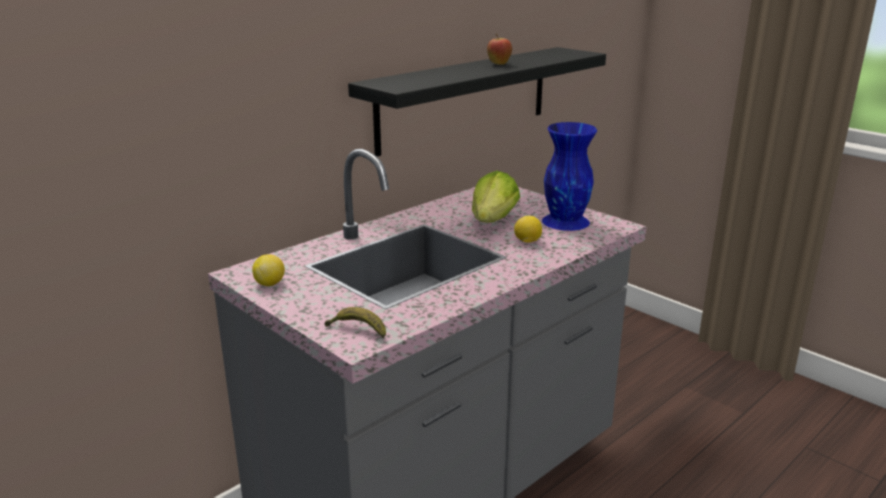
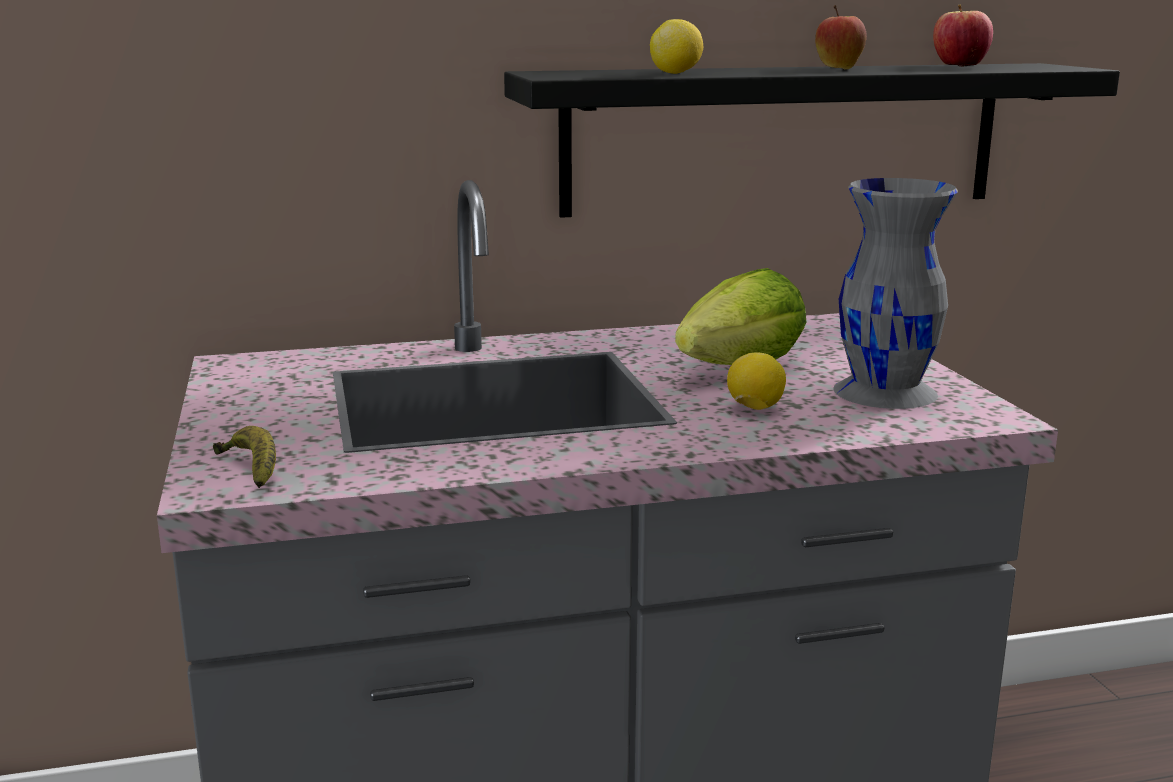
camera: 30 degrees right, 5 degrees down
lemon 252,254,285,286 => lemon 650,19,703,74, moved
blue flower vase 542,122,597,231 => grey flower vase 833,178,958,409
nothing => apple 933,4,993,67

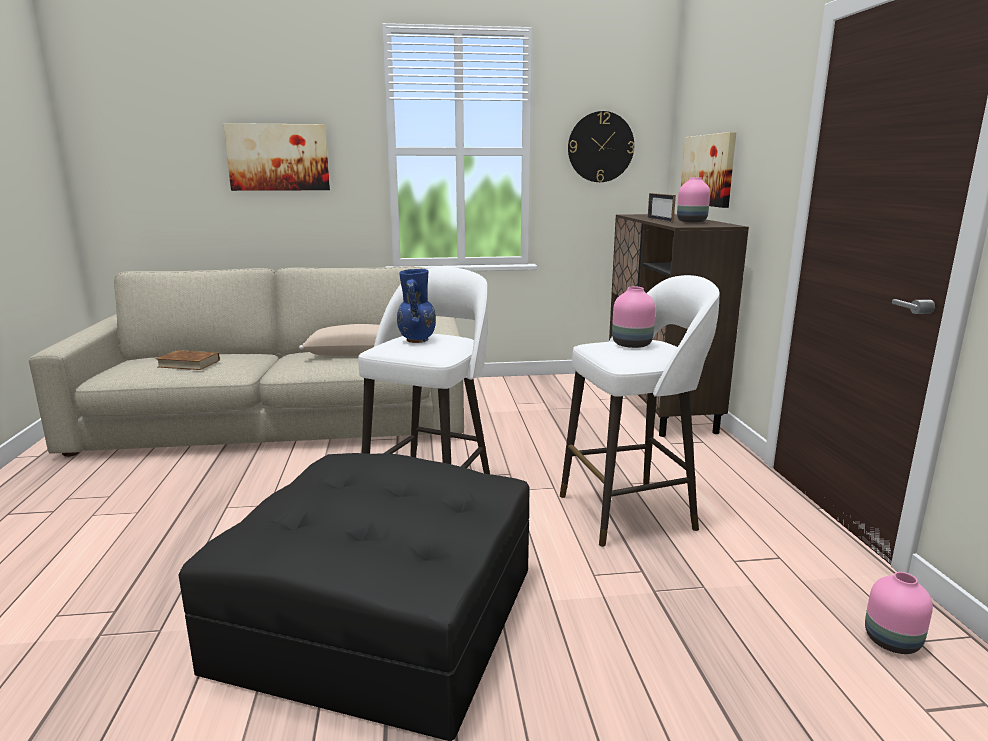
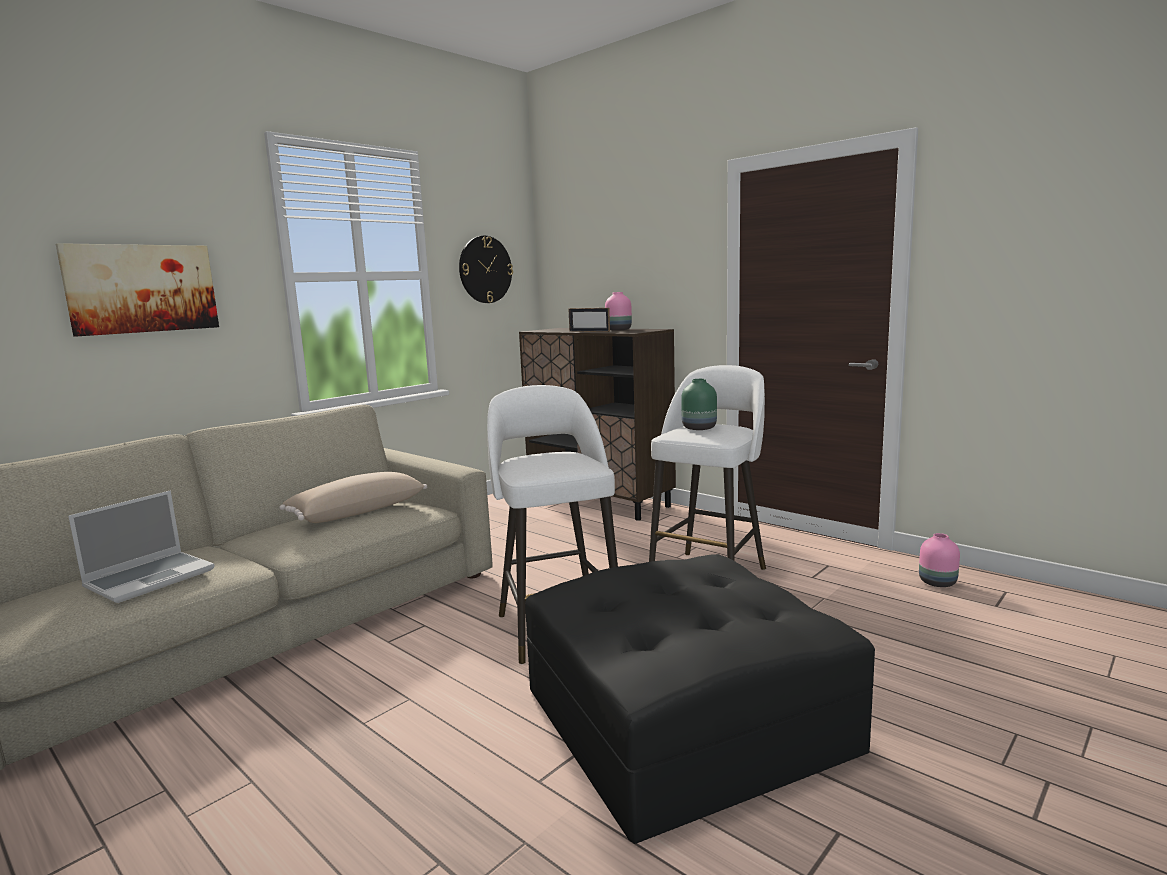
camera: 40 degrees left, 5 degrees down
brown-coloured book 156,350,220,370 => portable computer 68,490,215,603
blue flower vase 397,269,436,343 => nothing
pinkish flower vase 612,287,656,348 => green flower vase 681,379,717,430
wall art 681,132,736,208 => nothing

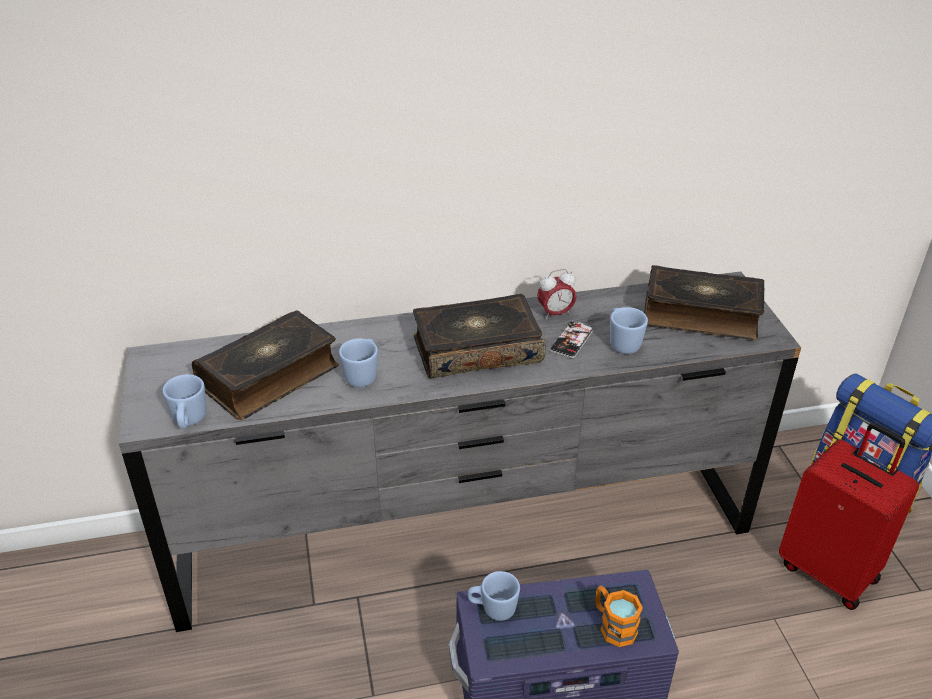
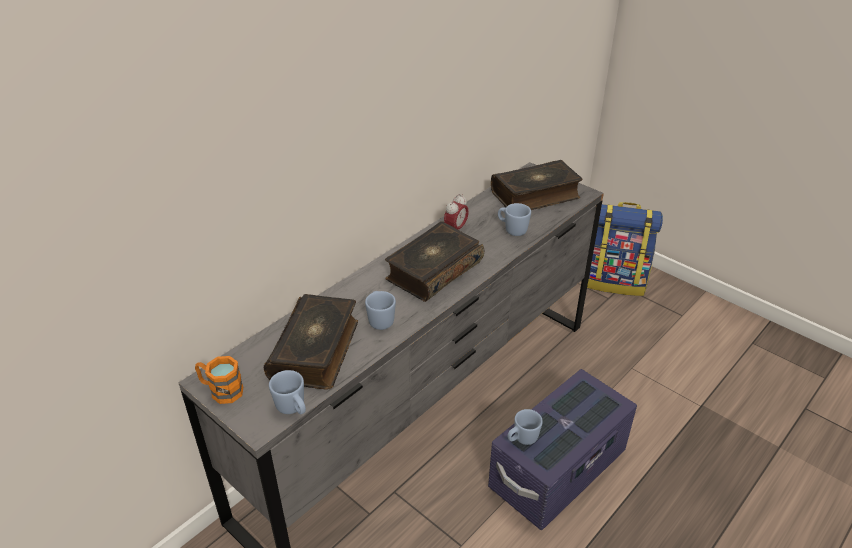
camera: 35 degrees left, 0 degrees up
telephone 550,320,593,358 => nothing
orange-coloured tea mug 595,586,643,647 => orange-coloured tea mug 195,356,243,404, moved
red-coloured travel case 779,423,919,610 => nothing

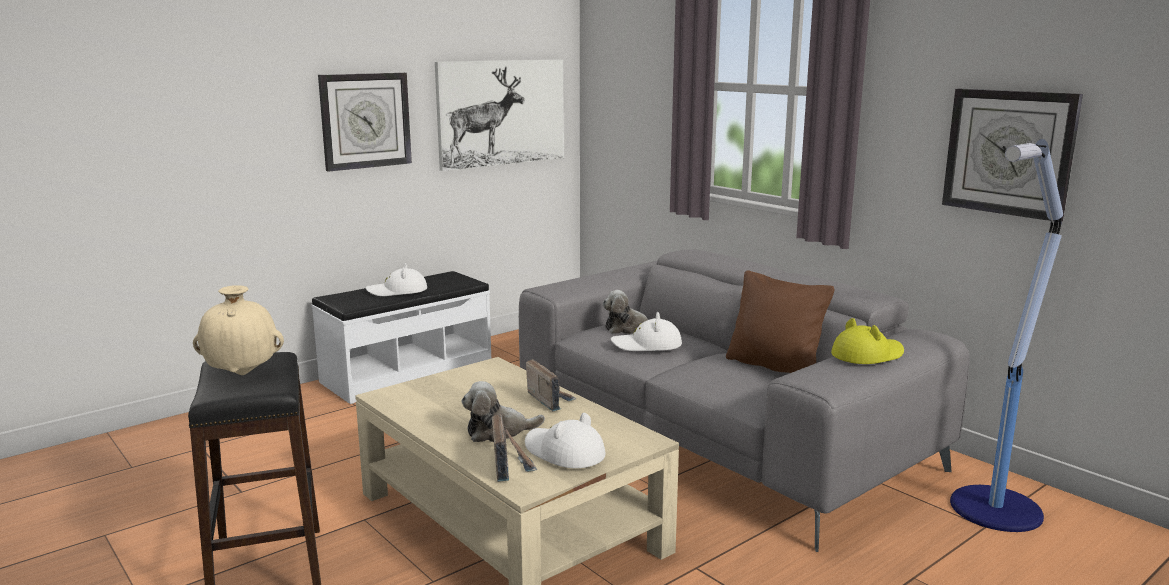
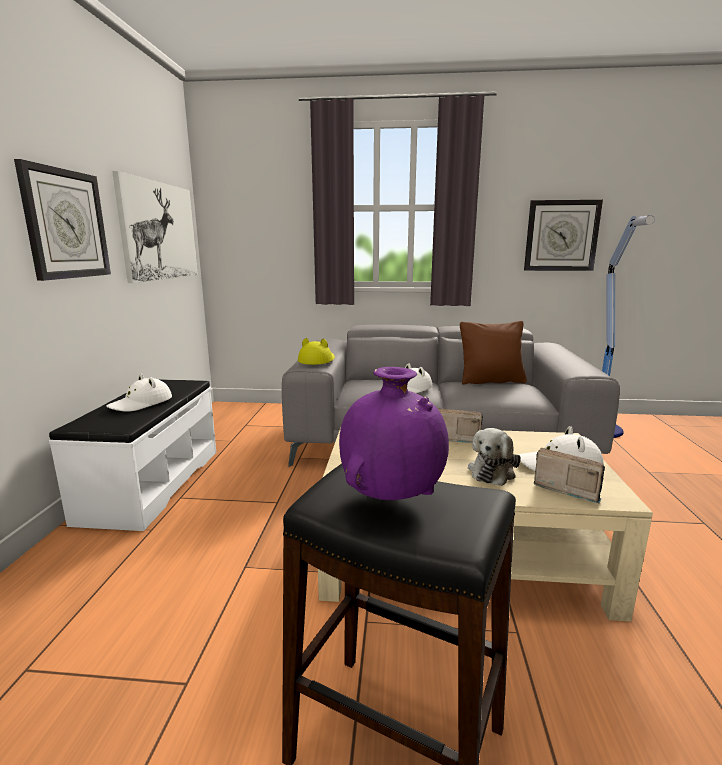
camera: 45 degrees left, 0 degrees up
beige flower vase 193,285,284,375 => purplish flower vase 339,367,449,500
soft toy 602,290,661,334 => nothing
yellowish clothing hat 831,318,904,364 => yellowish clothing hat 298,338,335,365, moved

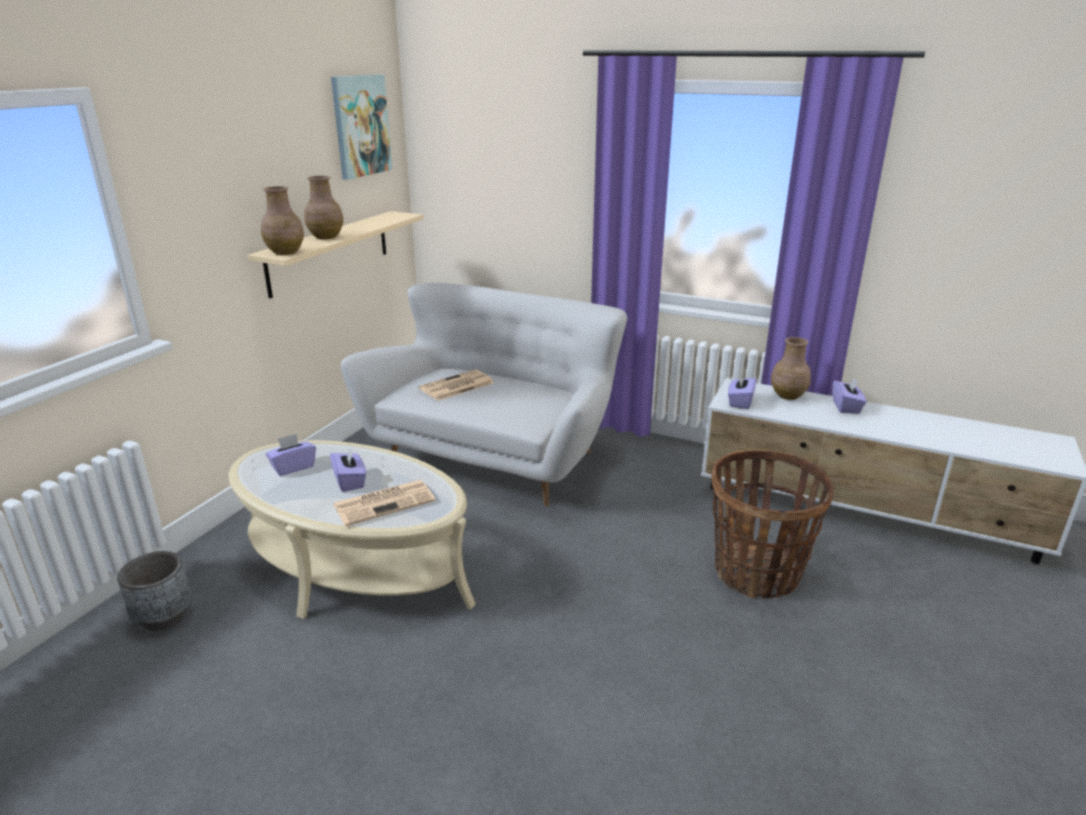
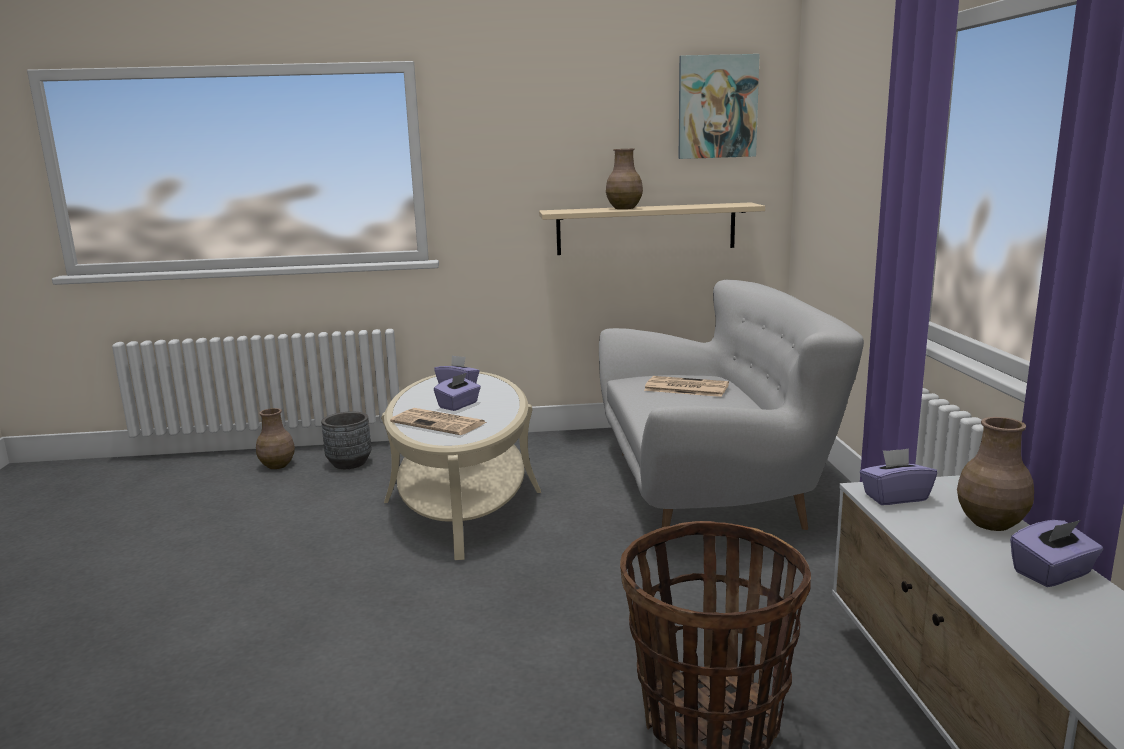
camera: 60 degrees right, 10 degrees down
brown-coloured flower vase 261,186,304,255 => brown-coloured flower vase 256,408,295,469, moved

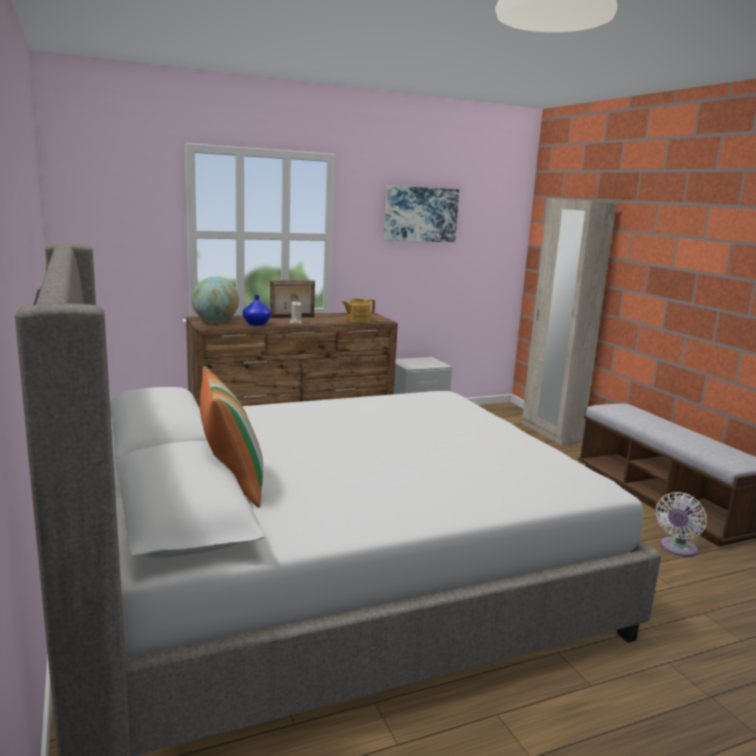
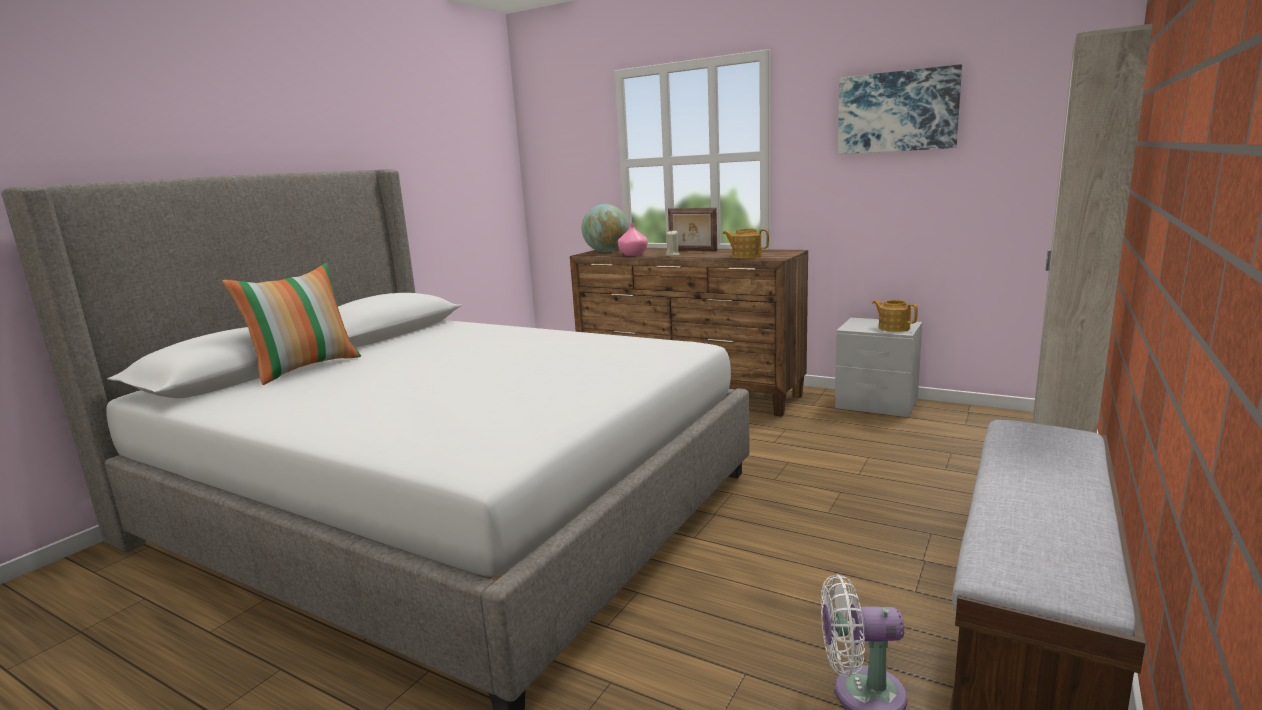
camera: 55 degrees right, 0 degrees up
blue flower vase 243,295,271,326 => pinkish flower vase 618,223,648,256
nothing => teapot 872,300,918,332

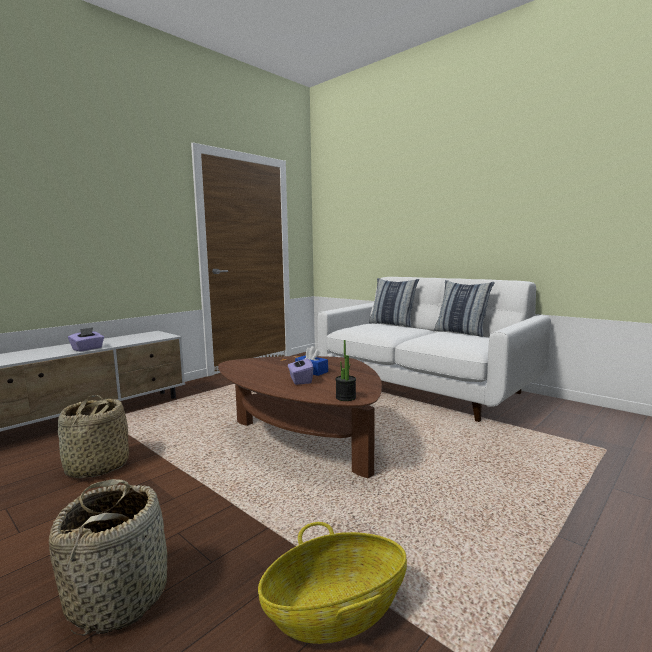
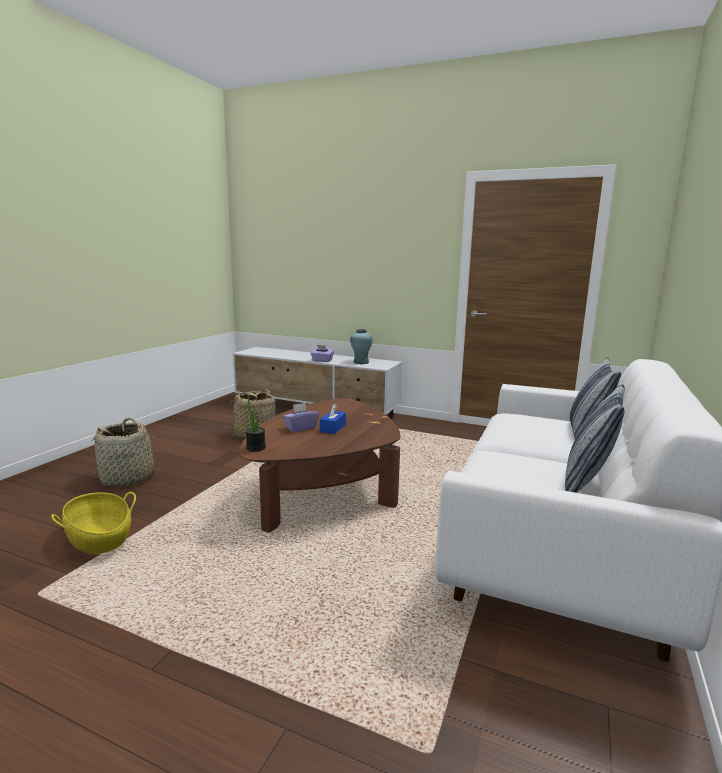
camera: 70 degrees right, 5 degrees up
nothing => turquoise flower vase 350,329,373,364

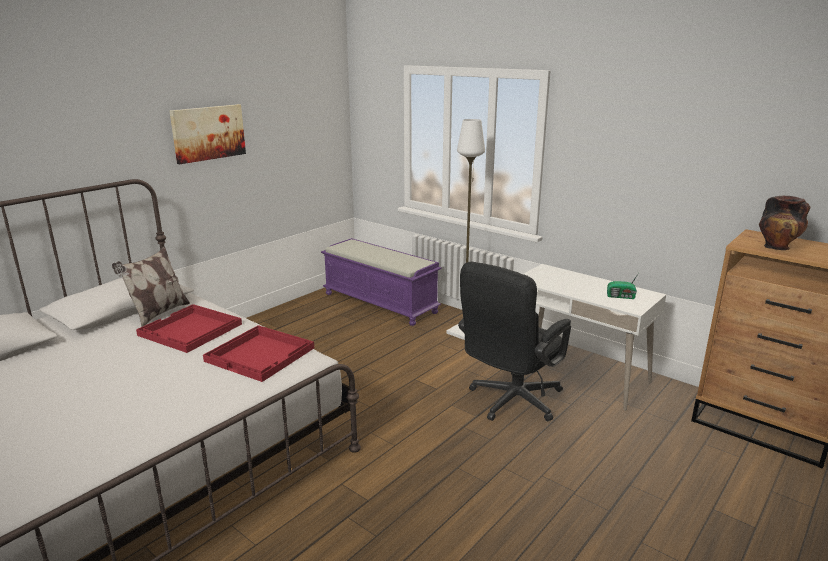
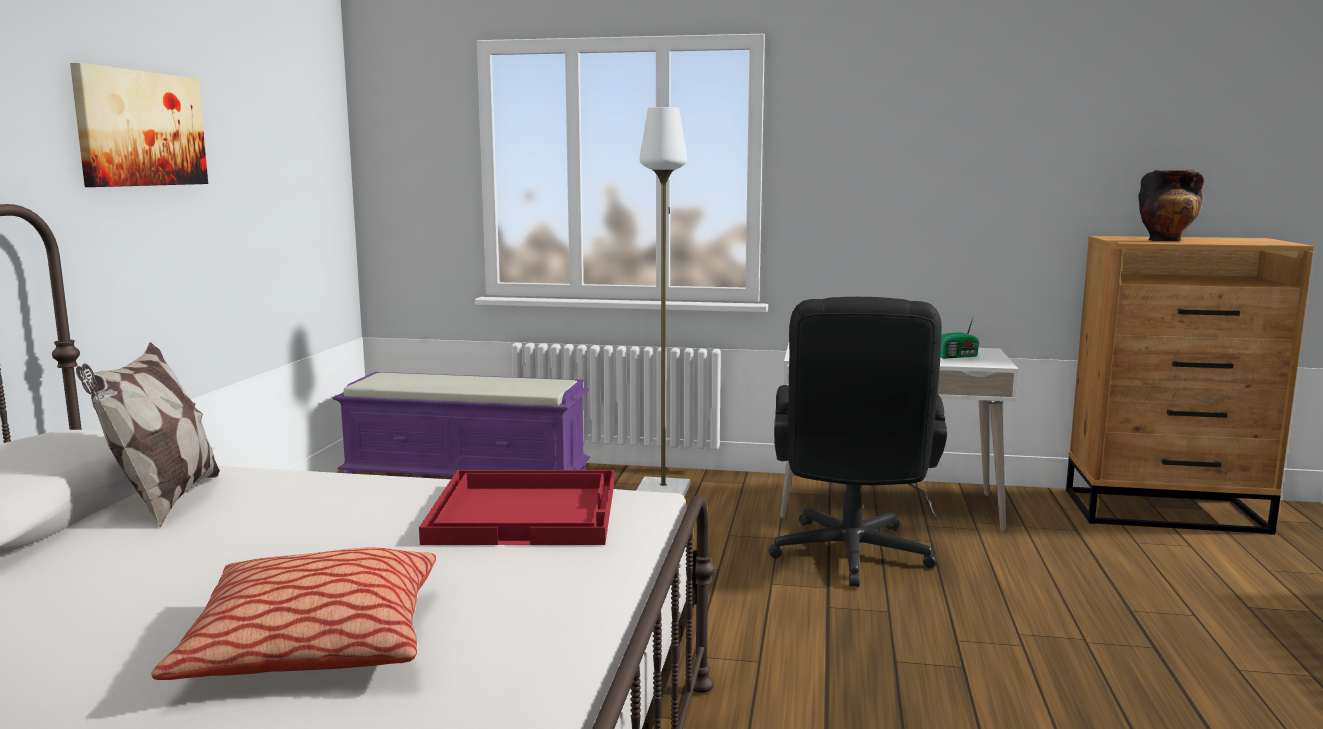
camera: 30 degrees left, 10 degrees down
red-coloured tray 136,304,242,353 => nothing
nothing => cushion 151,547,436,680

